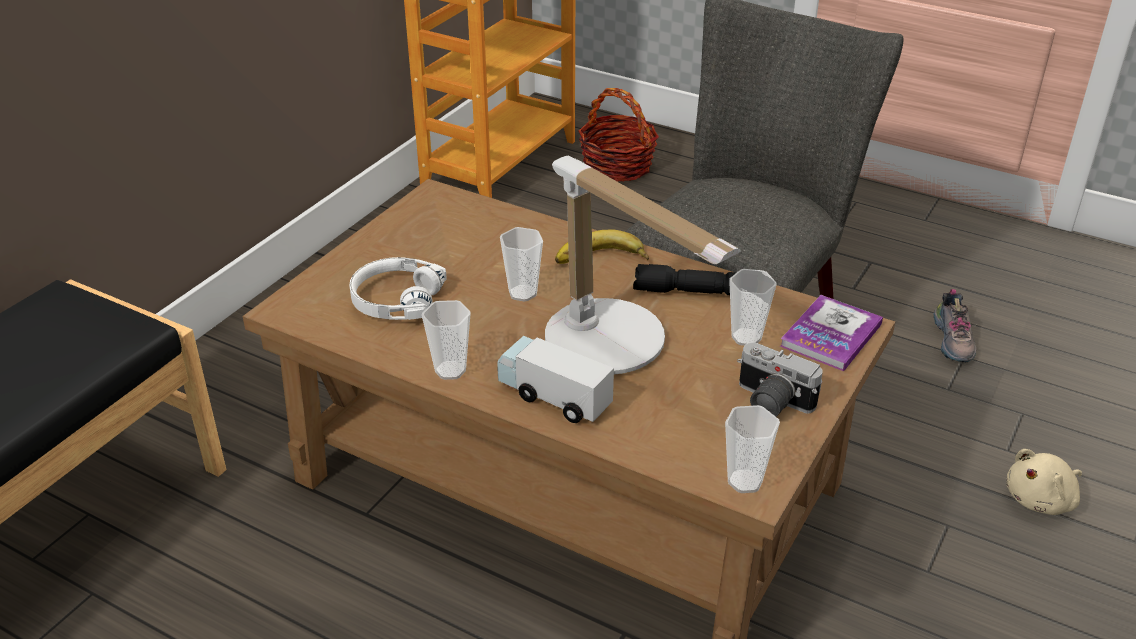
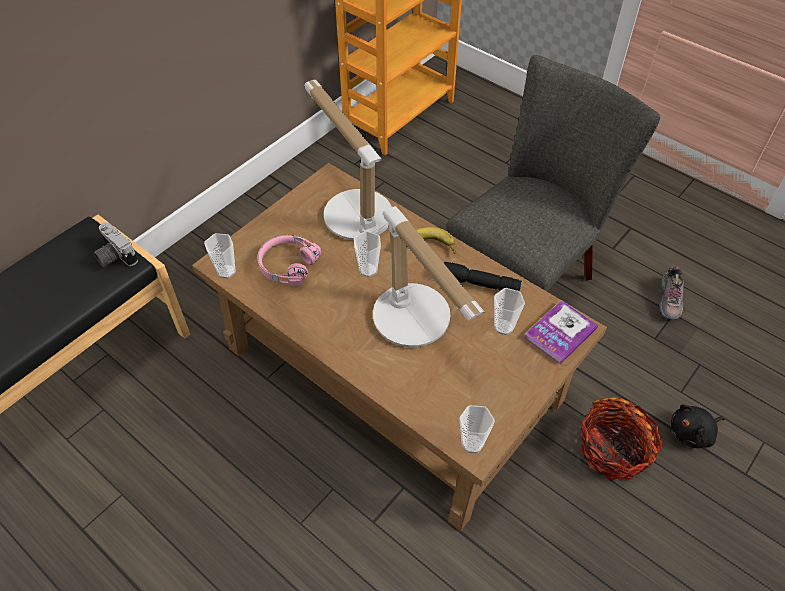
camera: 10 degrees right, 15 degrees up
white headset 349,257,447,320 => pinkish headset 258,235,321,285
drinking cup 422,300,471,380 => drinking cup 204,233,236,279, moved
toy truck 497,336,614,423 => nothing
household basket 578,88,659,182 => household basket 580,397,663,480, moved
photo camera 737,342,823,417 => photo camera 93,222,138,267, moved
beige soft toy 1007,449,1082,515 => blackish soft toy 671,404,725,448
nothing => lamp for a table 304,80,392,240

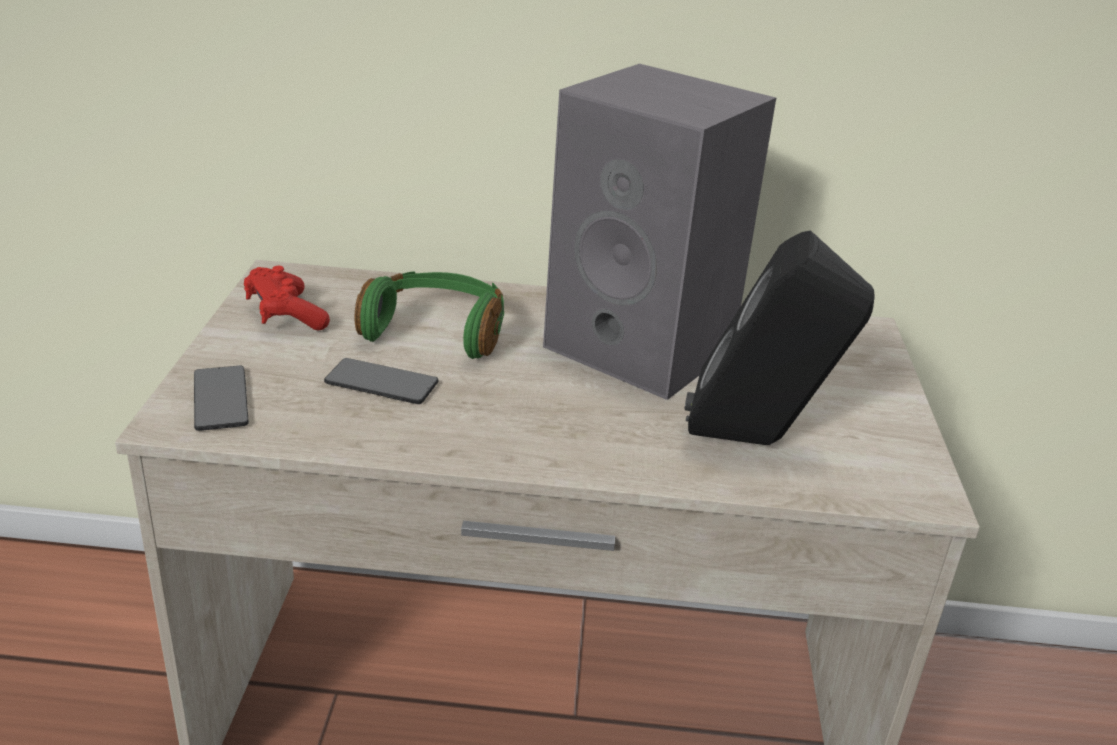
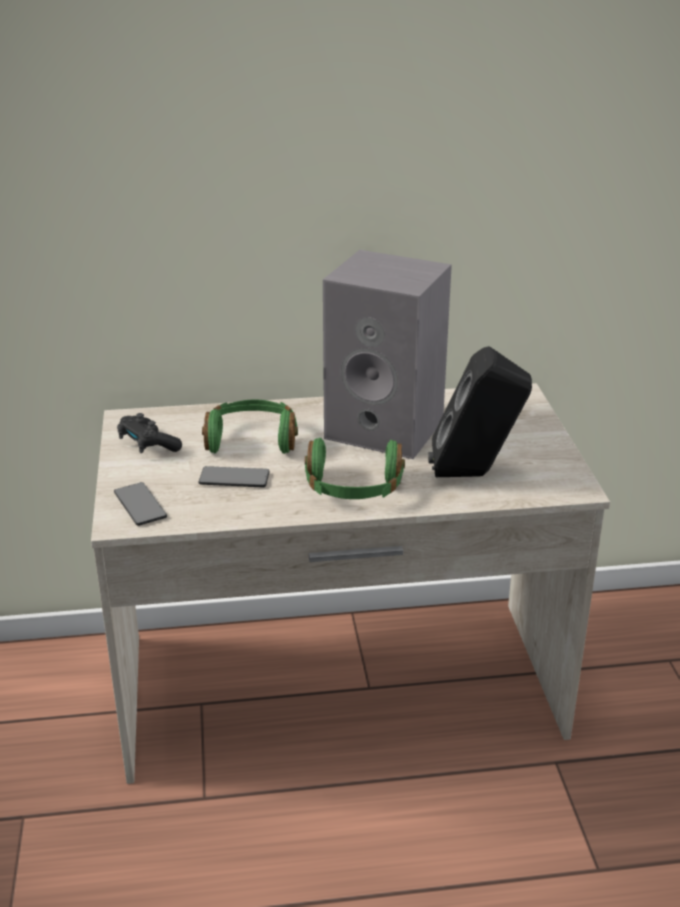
camera: 10 degrees left, 0 degrees up
red-coloured joypad 244,266,330,331 => blackish joypad 117,413,182,453
nothing => green headset 305,438,405,499

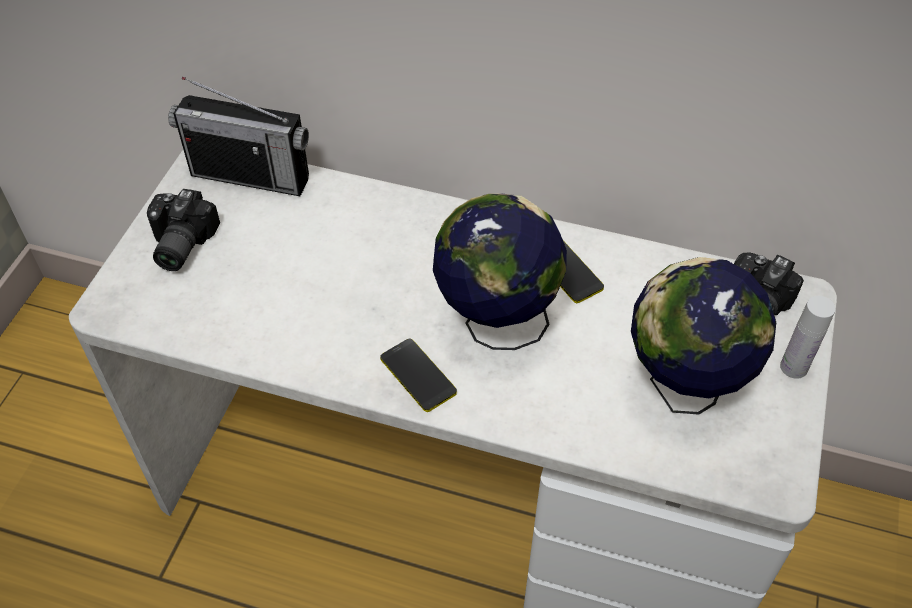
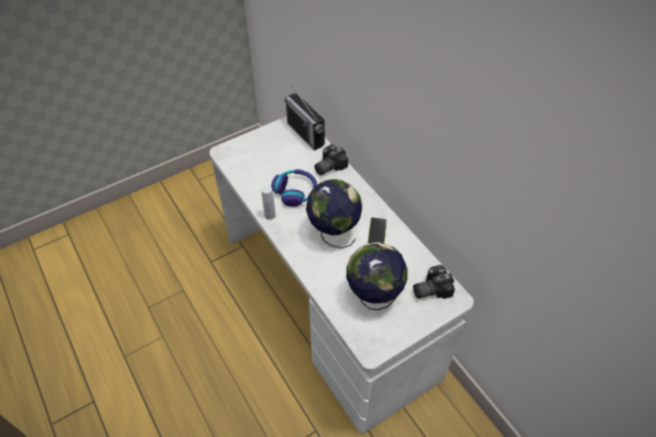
camera: 40 degrees right, 0 degrees up
photo camera 147,189,220,271 => photo camera 314,144,348,175, moved
telephone 380,339,457,412 => nothing
white drink bottle 780,296,836,379 => white drink bottle 261,185,276,220, moved
nothing => headset 271,169,317,207

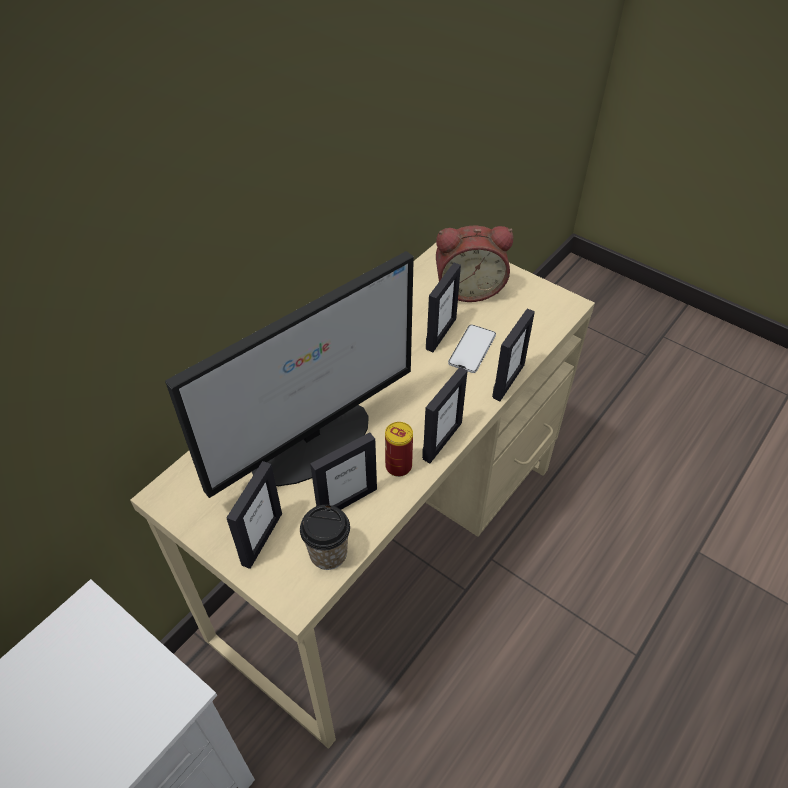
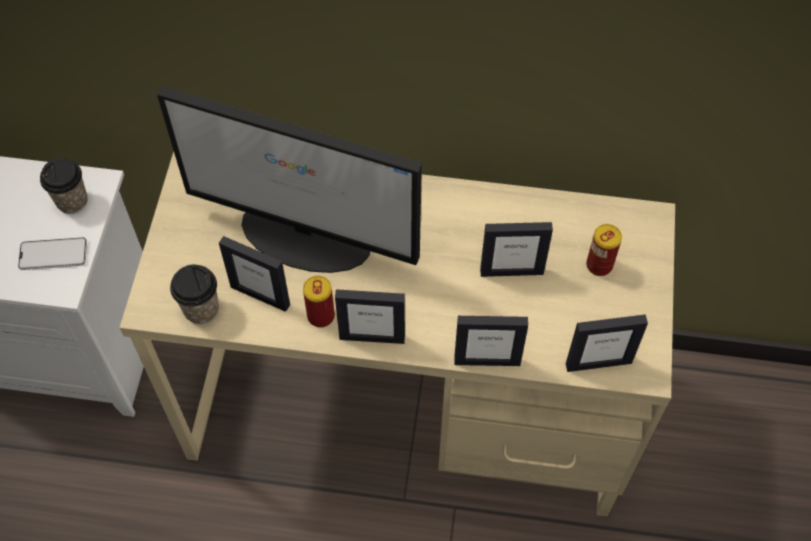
camera: 60 degrees right, 10 degrees up
photo frame 226,461,282,569 => photo frame 566,315,648,372, moved
table clock 436,226,513,302 => metal can 586,224,622,276
telephone 448,325,496,373 => telephone 18,237,87,270, moved
nothing => drinking cup 40,158,88,214

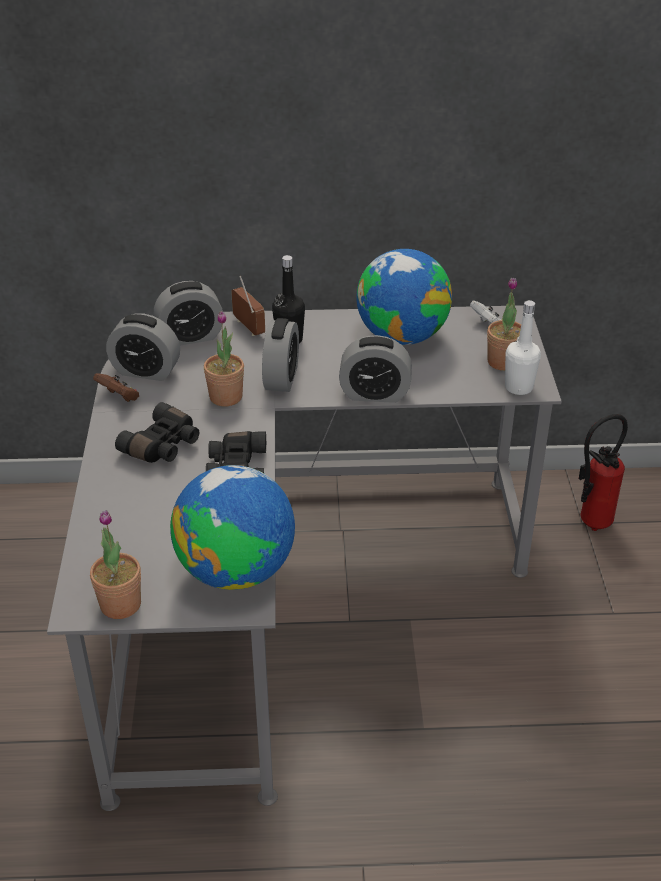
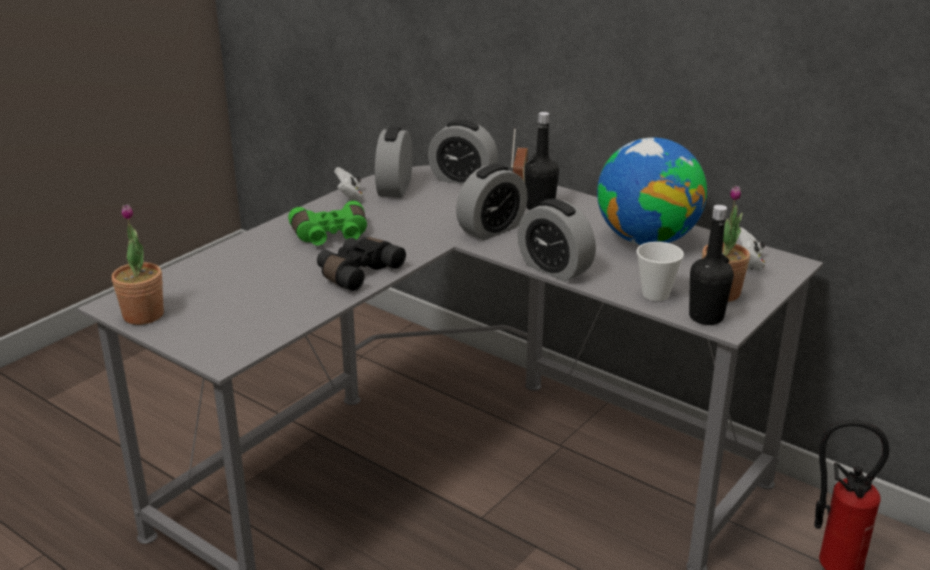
camera: 40 degrees right, 10 degrees down
brown-coloured joypad 93,373,139,402 => white joypad 334,167,363,202
table clock 106,313,180,381 => table clock 375,127,412,198, 45 degrees clockwise
blackish binoculars 115,402,199,463 => green binoculars 288,201,367,245
globe 170,465,295,590 => nothing
potted plant 204,311,244,406 => nothing
white drink bottle 505,300,541,395 => blackish drink bottle 689,205,734,325
nothing => drinking cup 636,242,684,301

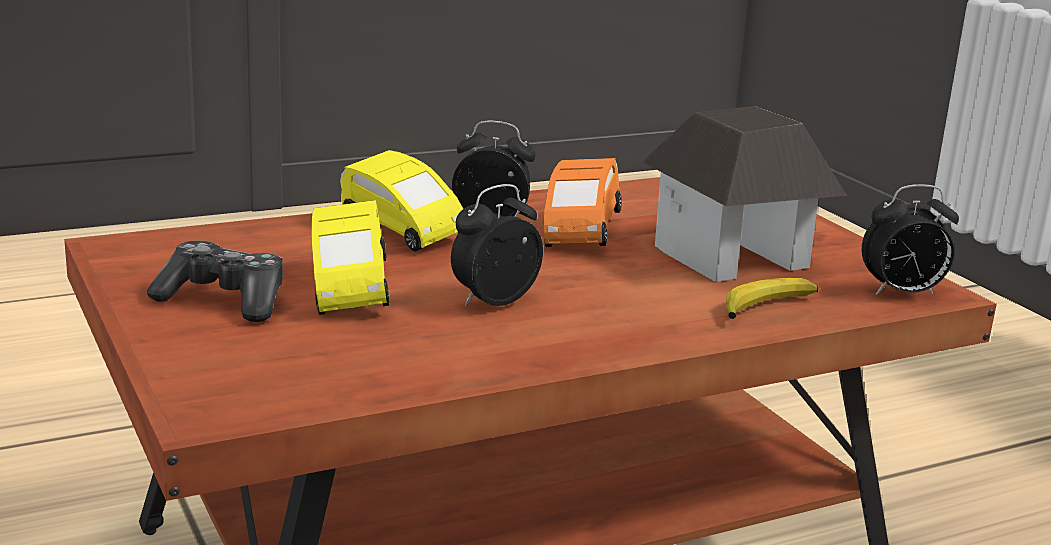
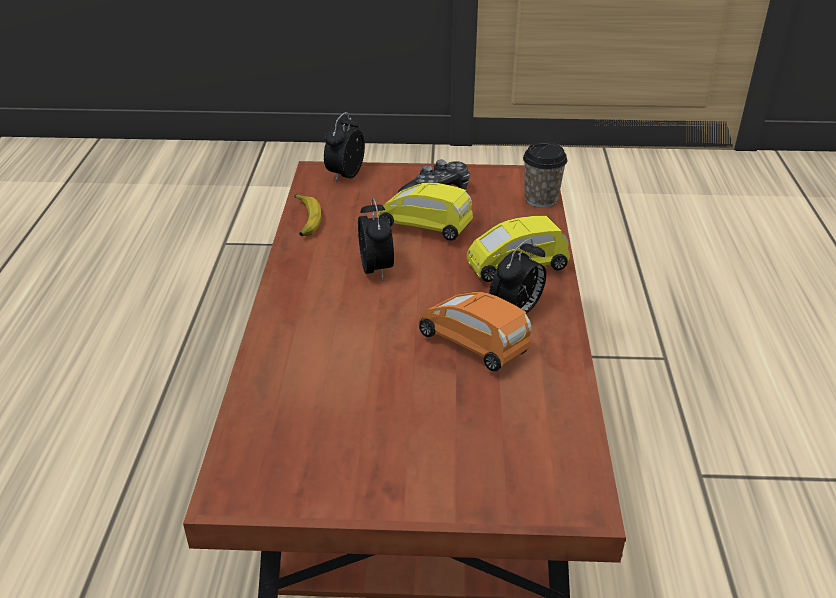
camera: 120 degrees right, 15 degrees up
toy house 642,106,847,282 => nothing
banana fruit 726,278,818,319 => banana fruit 294,194,321,236, moved
table clock 862,185,959,295 => table clock 324,112,365,183, moved
nothing => drinking cup 523,142,567,208

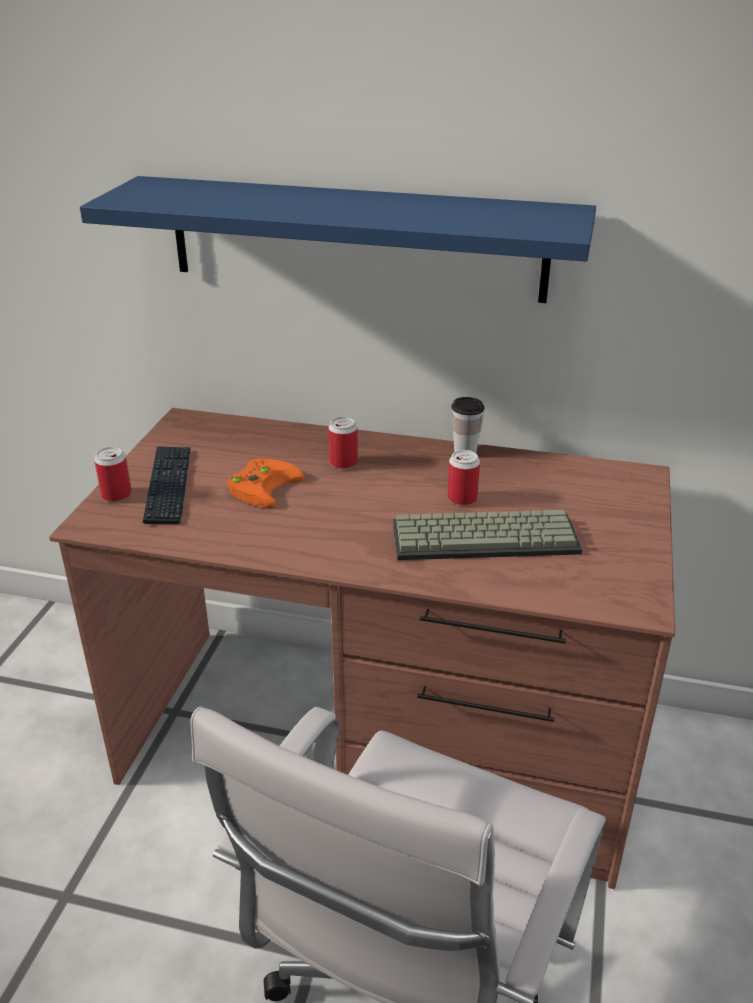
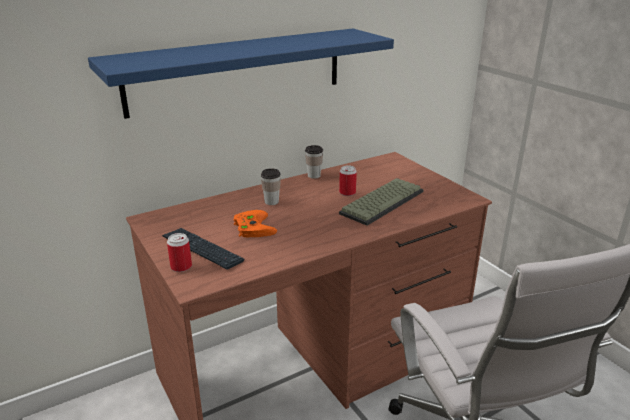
camera: 45 degrees left, 5 degrees down
metal can 329,417,358,469 => drinking cup 261,168,281,205

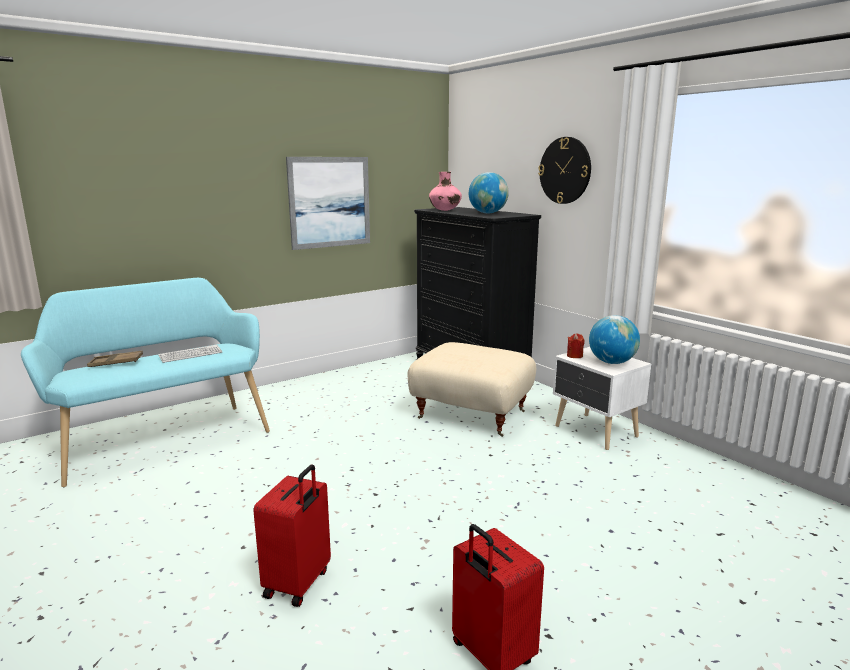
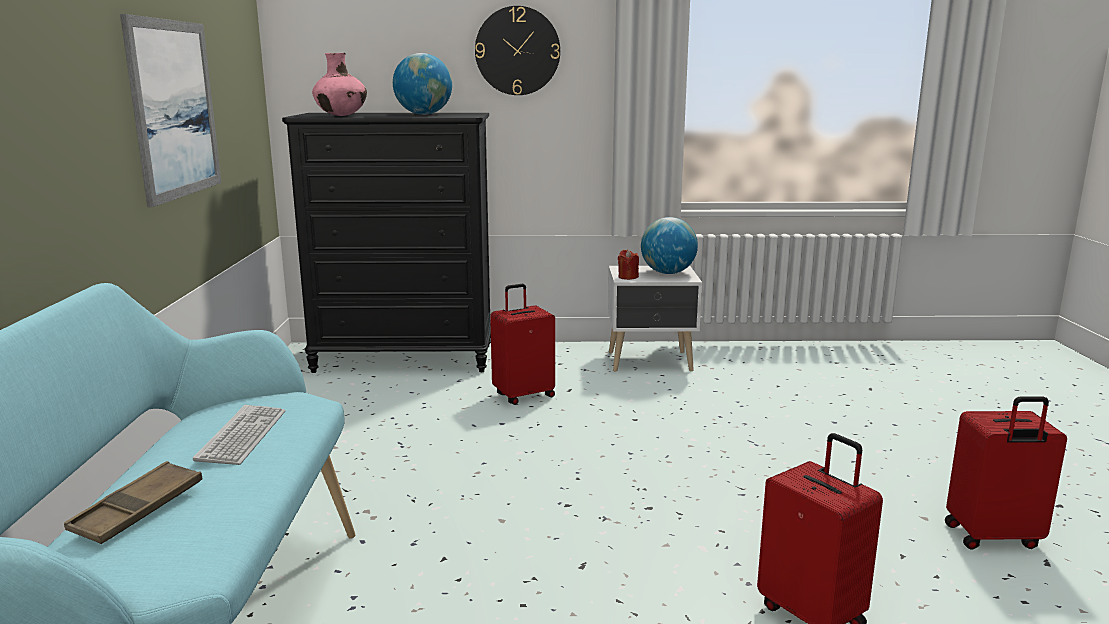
camera: 55 degrees left, 0 degrees up
beige ottoman 408,342,536,437 => red-coloured travel case 490,284,555,405

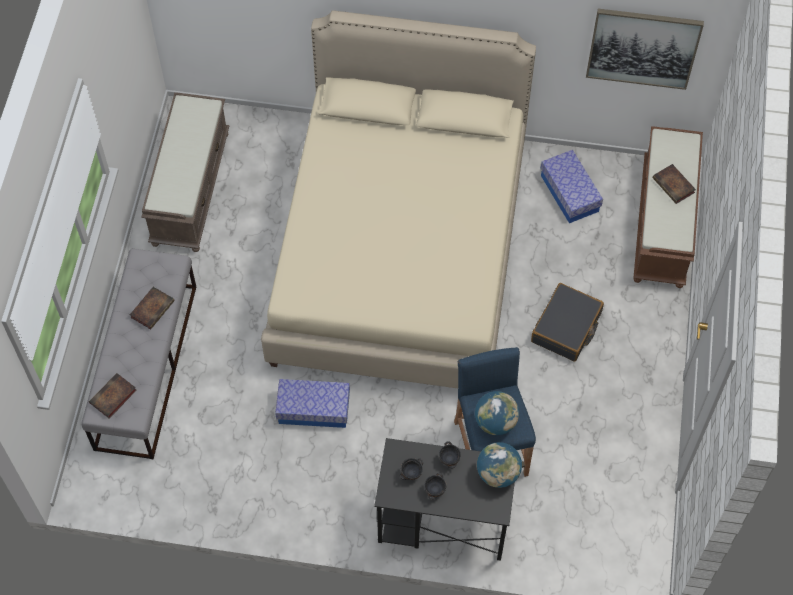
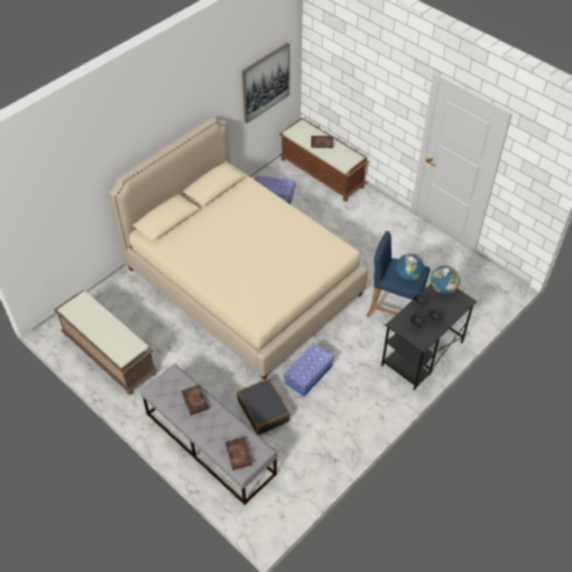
camera: 55 degrees left, 10 degrees down
blackish travel case 531,283,604,362 => blackish travel case 237,378,290,435, moved

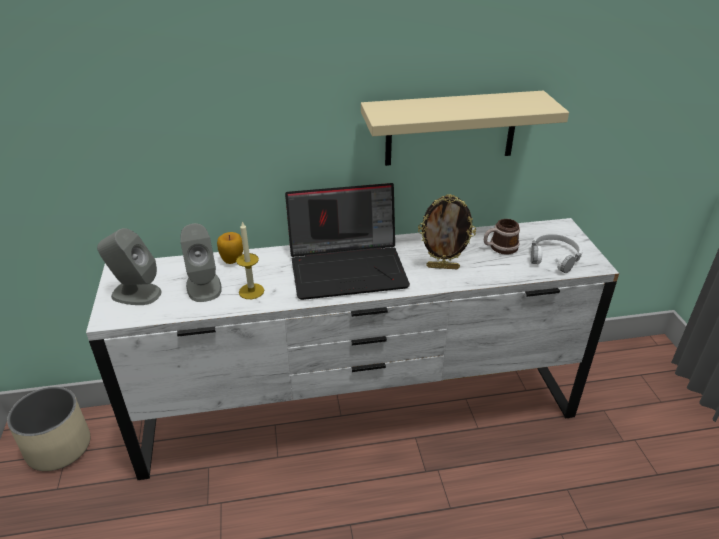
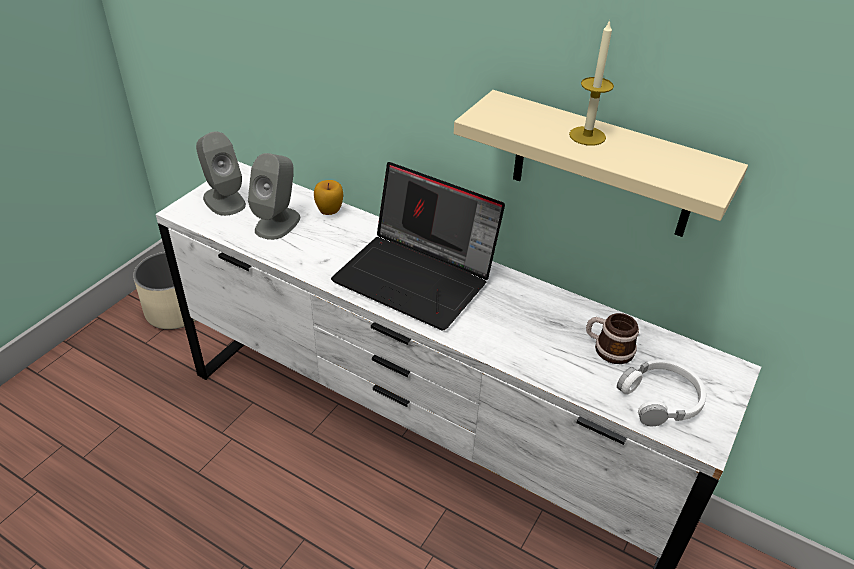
camera: 40 degrees right, 5 degrees up
candle 236,221,264,299 => candle 569,20,614,146, moved
photo frame 418,194,476,269 => nothing

